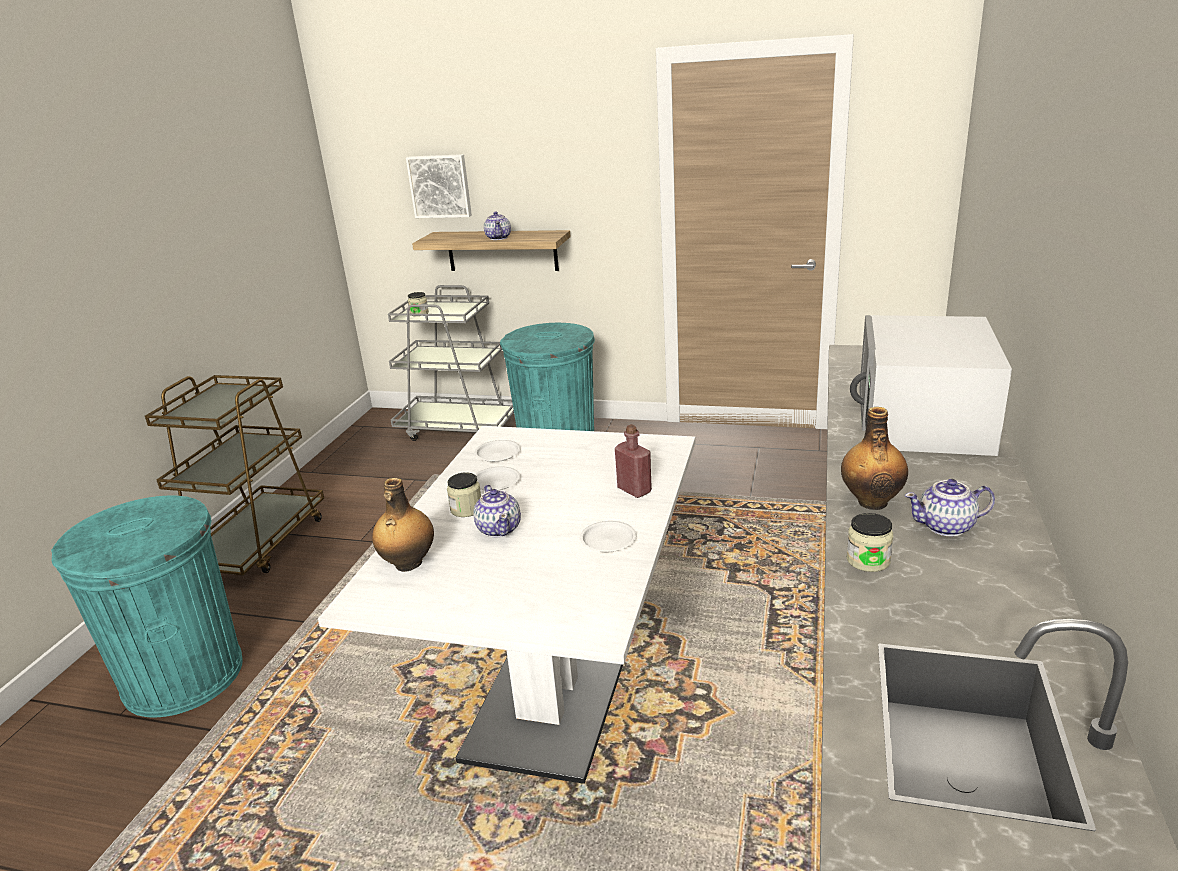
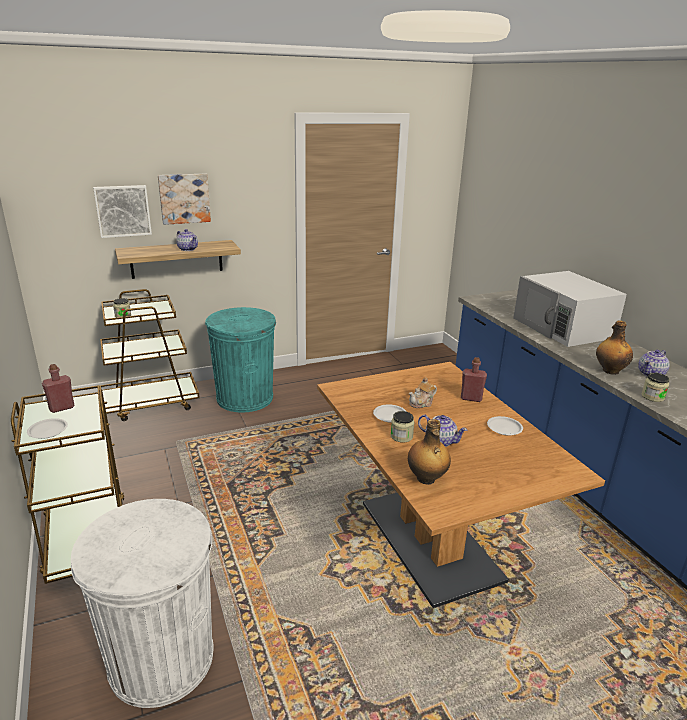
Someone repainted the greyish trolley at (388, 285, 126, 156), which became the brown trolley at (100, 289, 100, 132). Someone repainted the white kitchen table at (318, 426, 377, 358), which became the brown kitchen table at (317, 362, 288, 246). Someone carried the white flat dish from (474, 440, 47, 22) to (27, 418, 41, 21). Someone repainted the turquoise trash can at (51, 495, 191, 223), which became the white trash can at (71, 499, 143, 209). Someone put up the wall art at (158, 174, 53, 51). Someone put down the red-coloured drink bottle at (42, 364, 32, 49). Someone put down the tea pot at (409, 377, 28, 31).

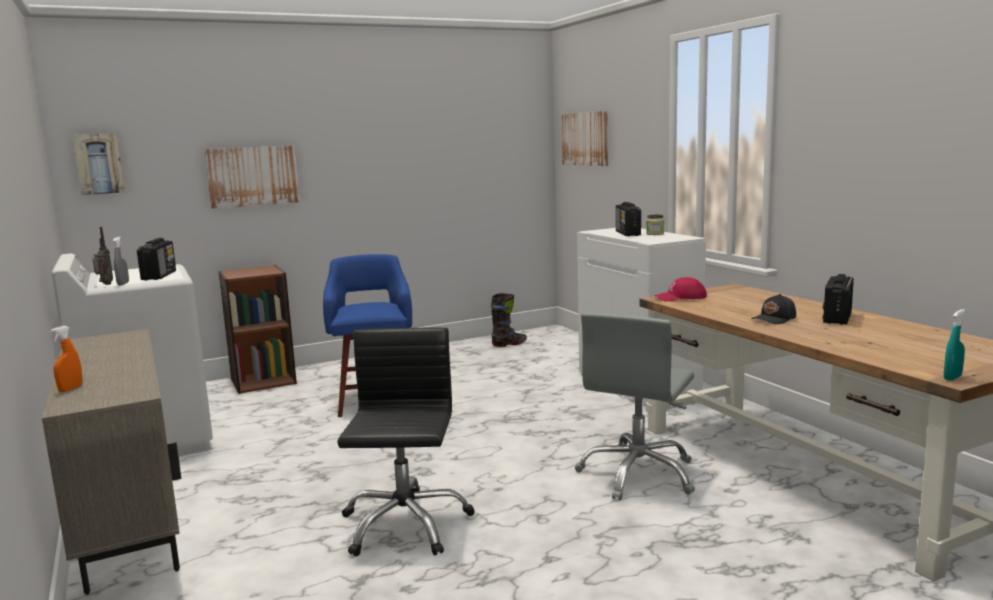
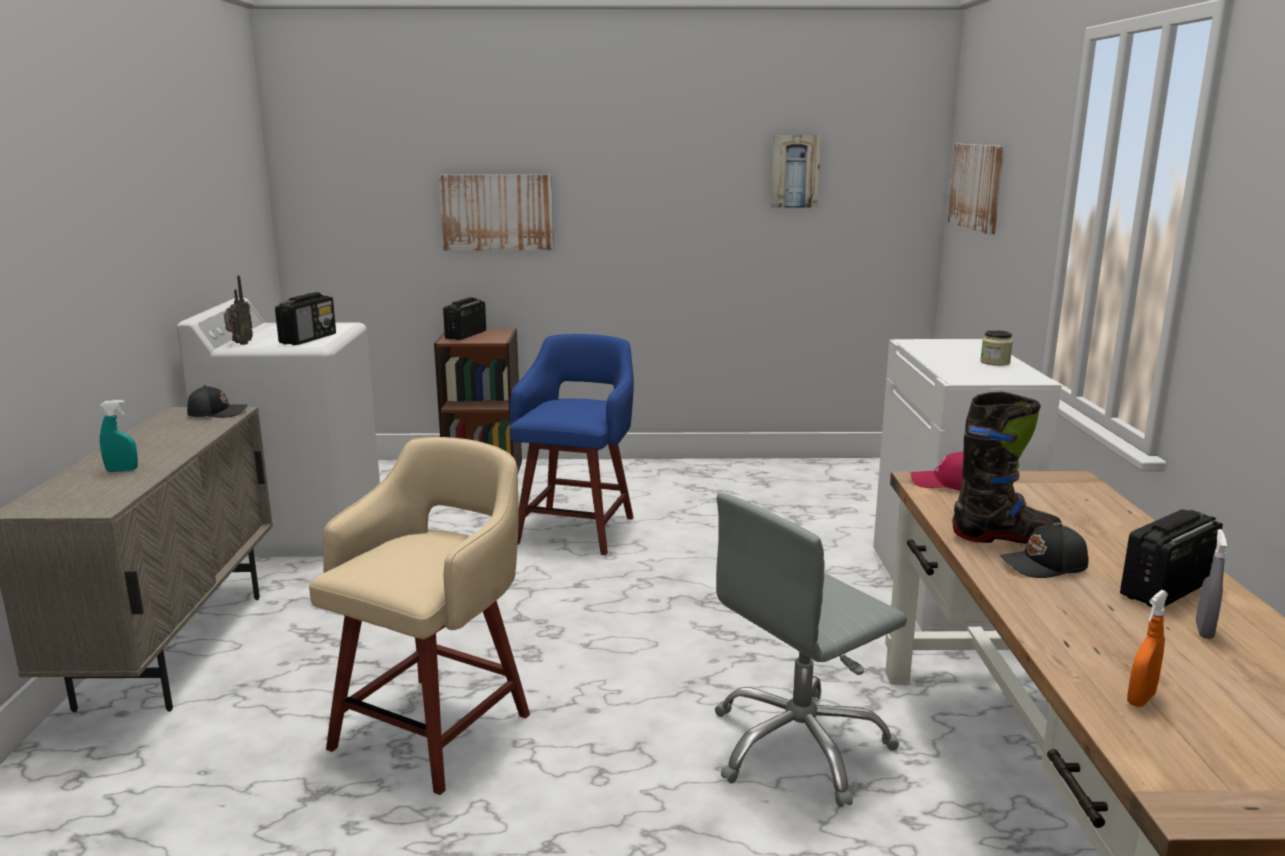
Someone carried the wall art from (72, 134, 53, 61) to (770, 135, 51, 73). Someone carried the radio from (616, 202, 25, 34) to (443, 297, 43, 43). Someone carried the greyish spray bottle from (113, 237, 16, 48) to (1196, 529, 31, 110). Someone carried the black-coloured high-top boot from (491, 293, 36, 54) to (952, 391, 110, 152). Someone carried the turquoise spray bottle from (944, 309, 21, 72) to (100, 400, 38, 72). Someone carried the orange-coloured spray bottle from (50, 326, 33, 66) to (1127, 590, 41, 117). Someone swapped the black-coloured office chair at (337, 328, 138, 228) for the sand-coloured stool seat at (309, 437, 221, 358). Someone put down the black-coloured baseball cap at (187, 385, 60, 33).

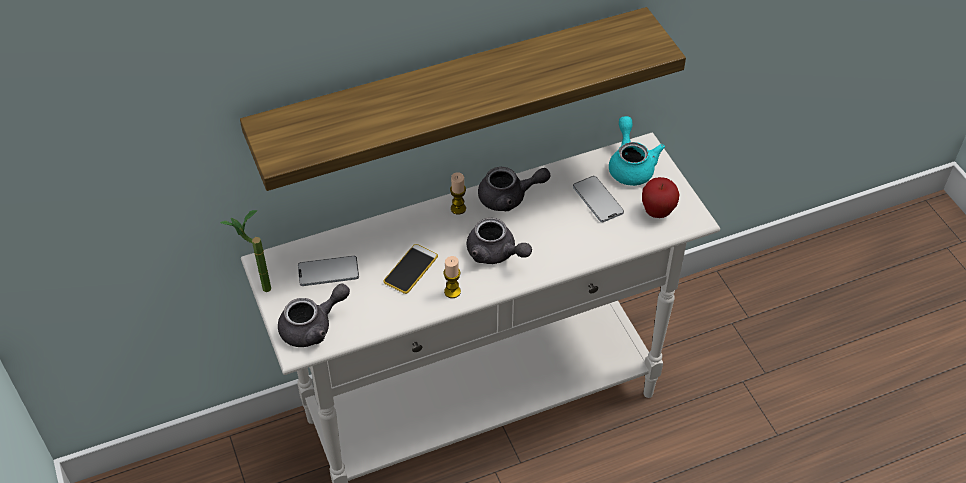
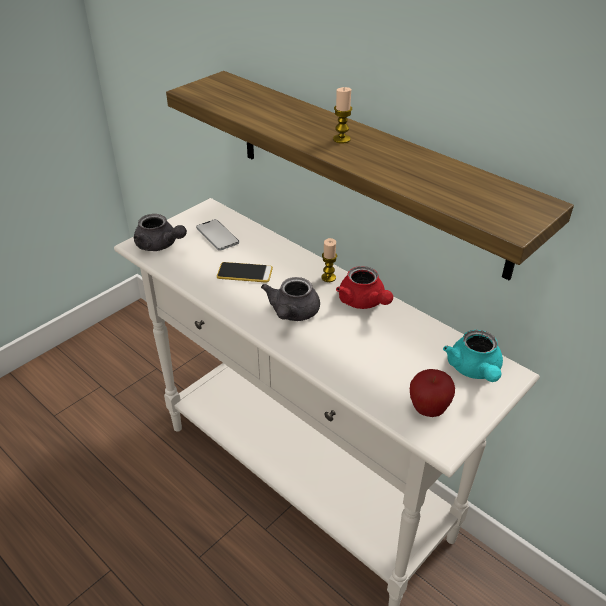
Someone rotated the turquoise tea pot at (609, 116, 56, 70) by 120 degrees clockwise. Someone repainted the greyish tea pot at (478, 167, 73, 44), which became the red-coloured tea pot at (336, 266, 57, 43). Someone took away the phone at (573, 176, 51, 46). Someone took away the potted plant at (220, 210, 51, 82). Someone carried the candle from (443, 256, 18, 42) to (333, 87, 19, 57).

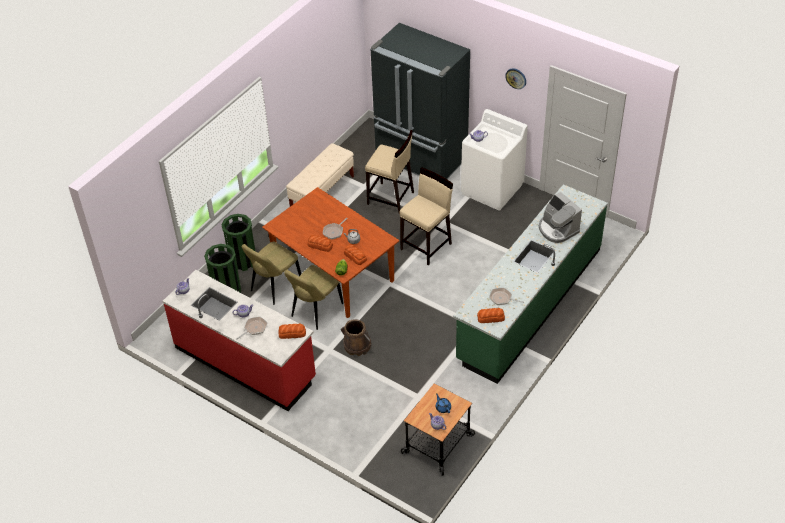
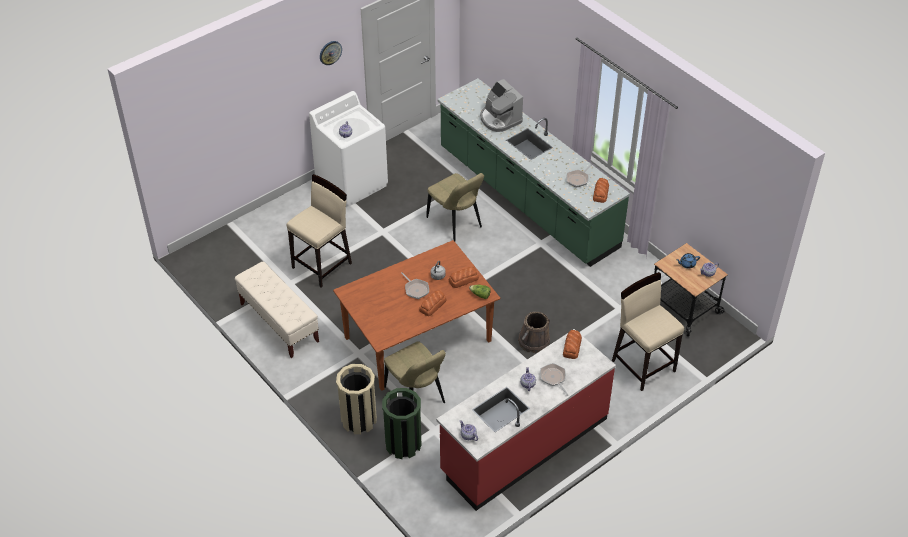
Someone took away the black-coloured refrigerator at (370, 23, 100, 156). Someone carried the sand-coloured stool seat from (399, 168, 54, 98) to (612, 272, 72, 119). Someone rotated the coffee machine at (539, 192, 43, 51) by 75 degrees clockwise. Someone repainted the greenish trash can at (222, 214, 33, 57), which became the sand-coloured trash can at (336, 364, 41, 70). Someone carried the sand-coloured chair from (284, 265, 59, 65) to (426, 173, 58, 68).

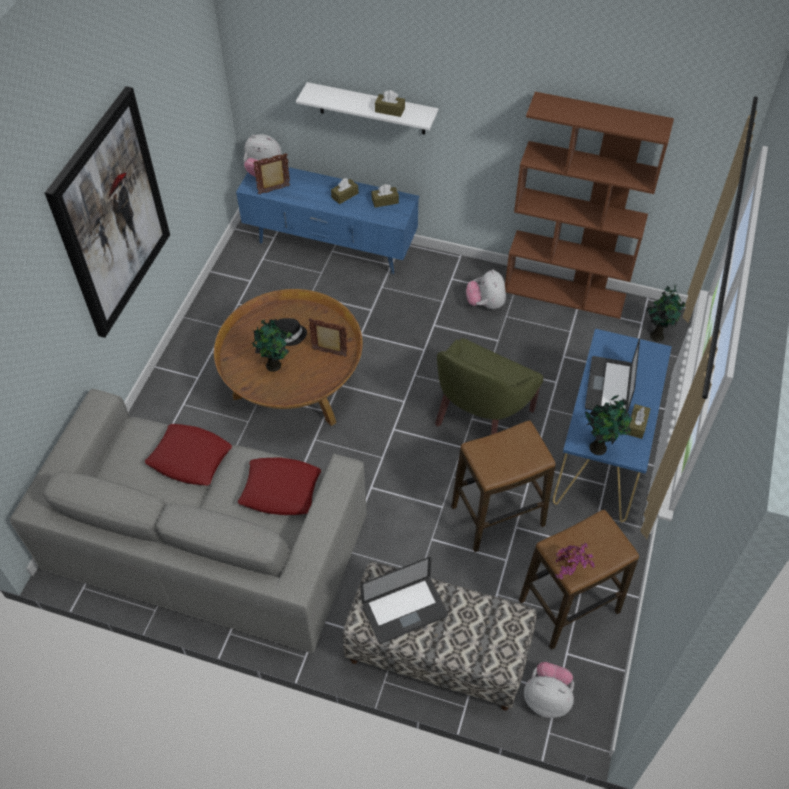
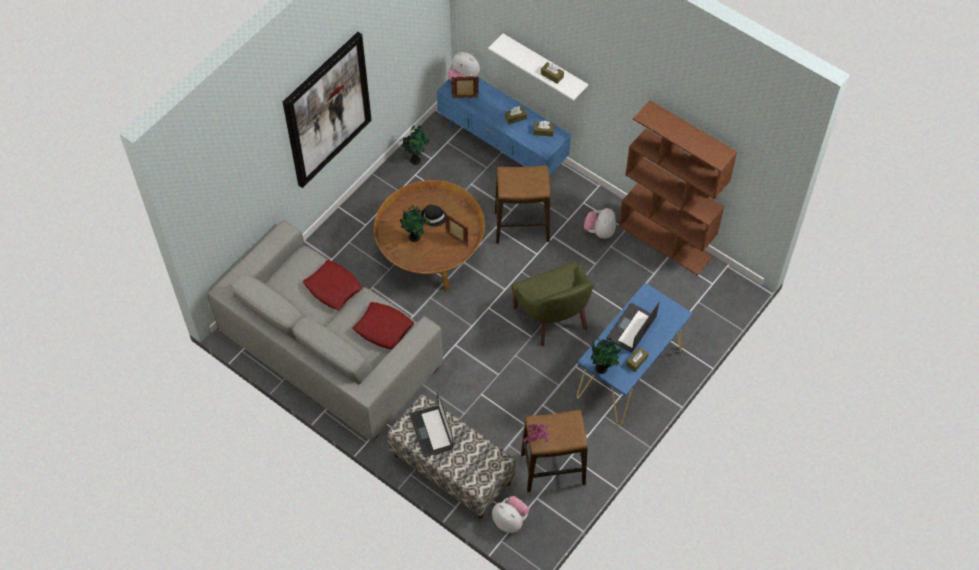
Someone carried the potted plant from (646, 285, 40, 57) to (401, 125, 29, 40). Someone rotated the greenish easy chair at (435, 338, 108, 97) by 75 degrees counterclockwise. Someone carried the stool seat from (451, 420, 105, 132) to (495, 165, 55, 79). Someone rotated the portable computer at (360, 557, 88, 87) by 75 degrees clockwise.

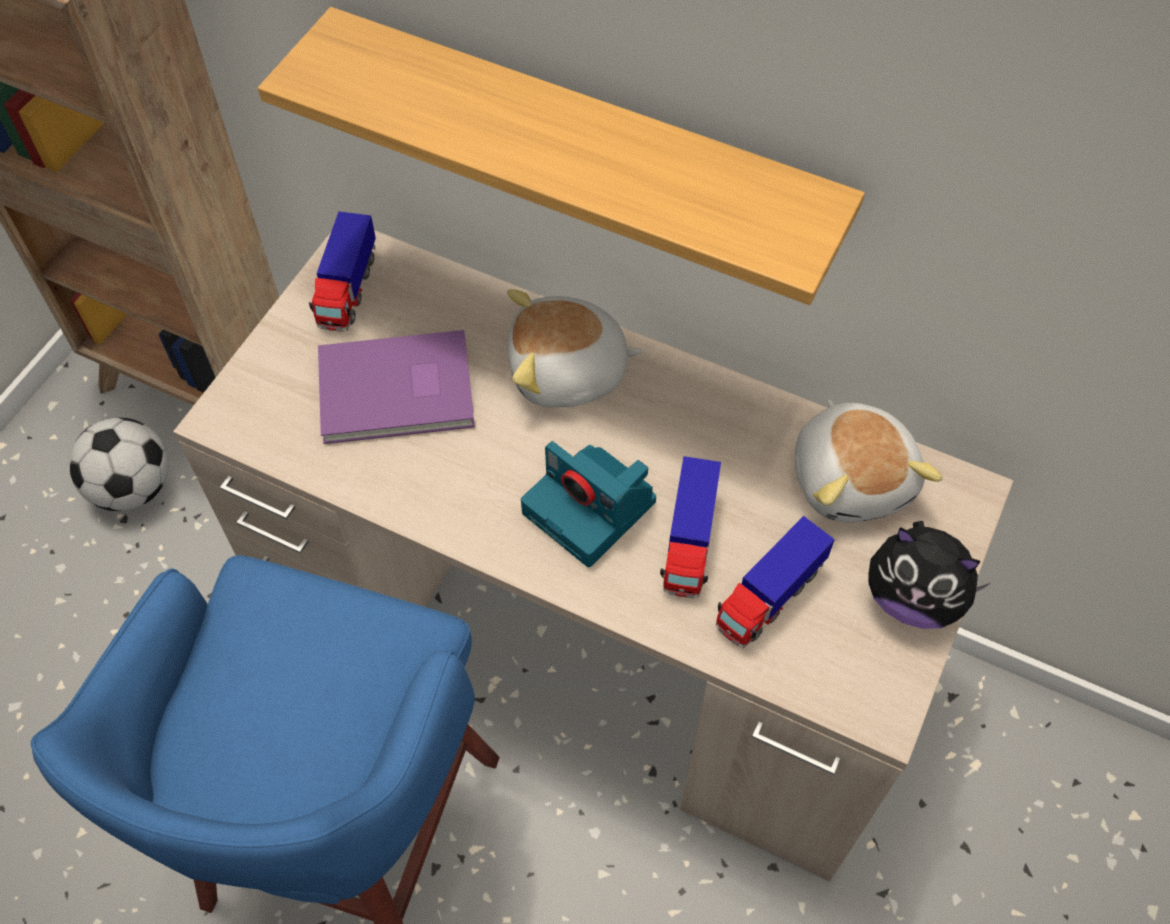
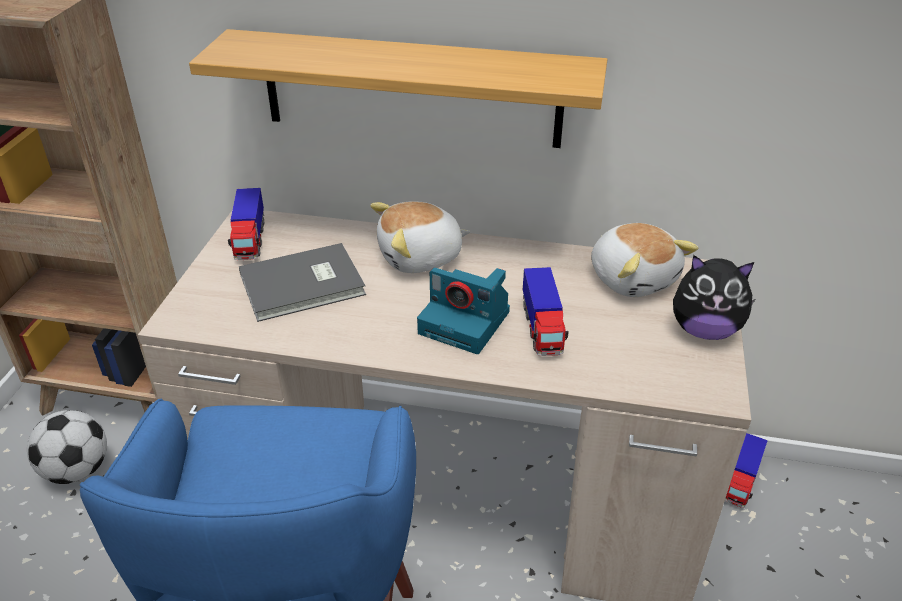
Someone repainted the purple-coloured volume at (318, 330, 157, 114), which became the greyish volume at (239, 243, 127, 79). Someone carried the toy truck from (716, 516, 119, 132) to (725, 433, 43, 75).

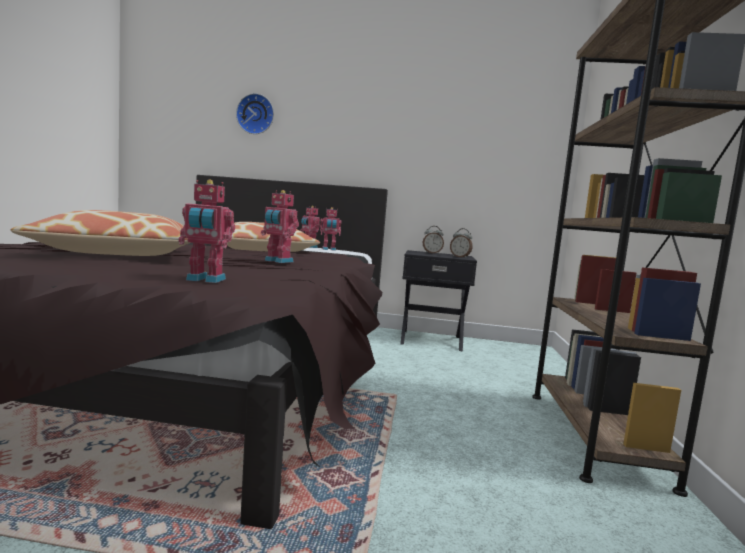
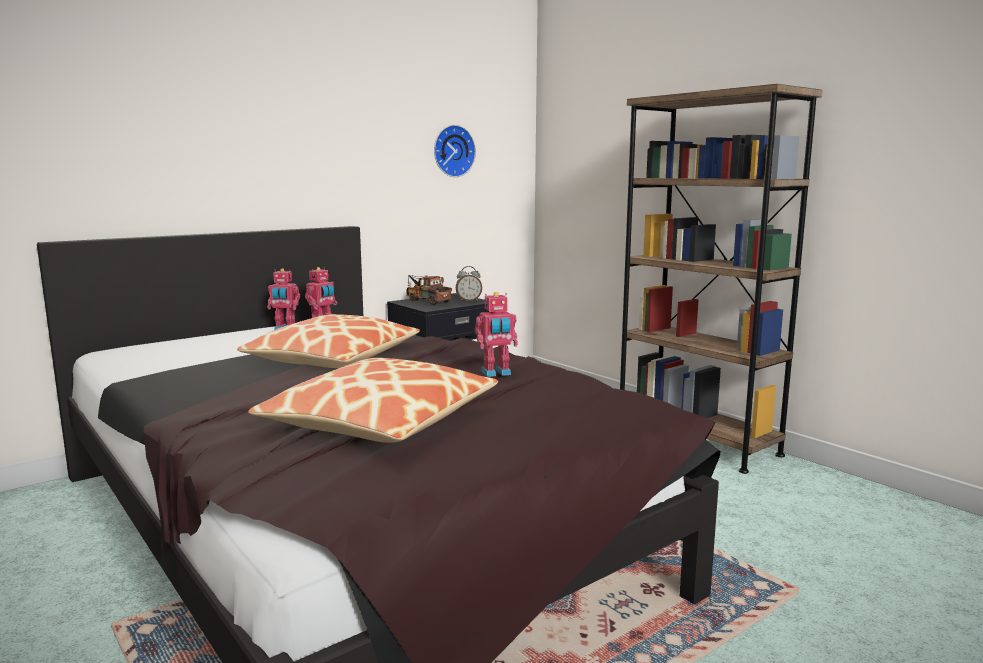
Someone carried the wall clock from (236, 93, 38, 41) to (434, 125, 42, 52). Someone took away the toy robot at (178, 179, 57, 104). Someone swapped the bedside clock at (423, 226, 21, 28) for the toy truck at (406, 275, 46, 30).

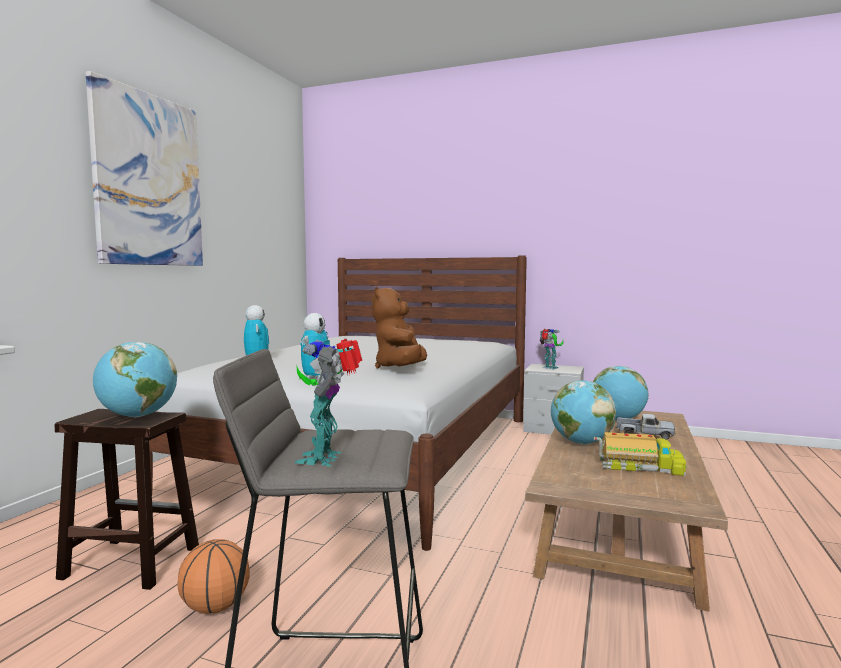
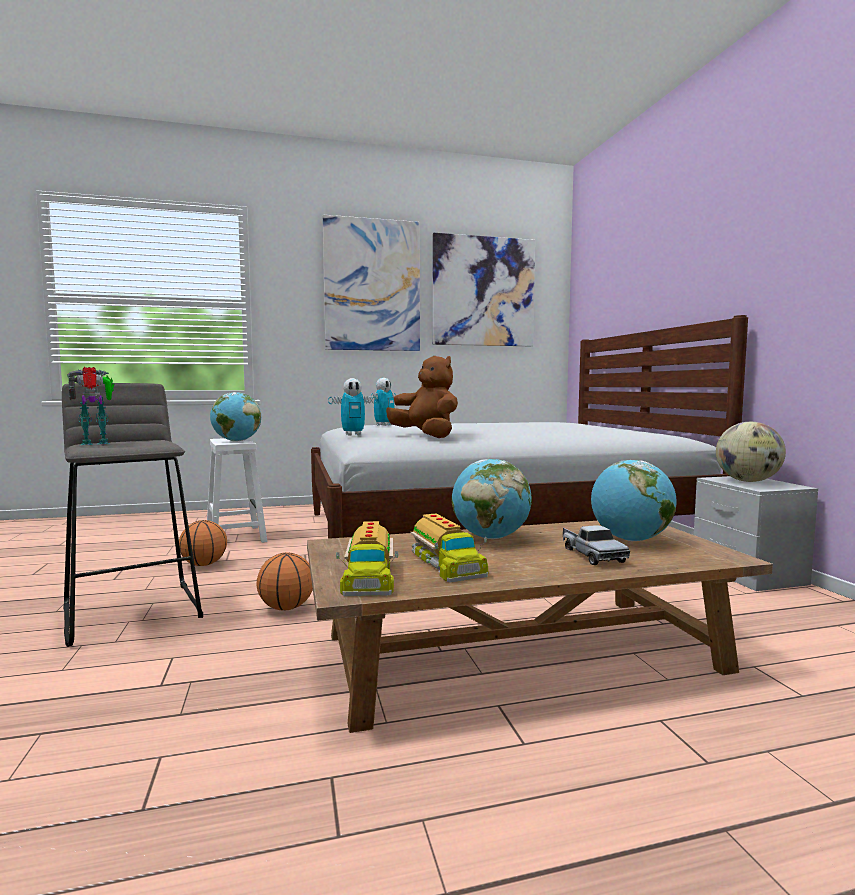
Someone rotated the brown soft toy at (372, 287, 55, 81) by 75 degrees clockwise. Someone swapped the toy robot at (540, 329, 24, 40) for the world globe at (716, 422, 70, 60). Someone repainted the brown stool seat at (55, 409, 144, 181), which became the white stool seat at (207, 438, 60, 105). Someone put up the wall art at (433, 233, 102, 113). Someone put down the toy truck at (336, 521, 63, 75). Someone put down the ball for basketball at (256, 553, 57, 58).

